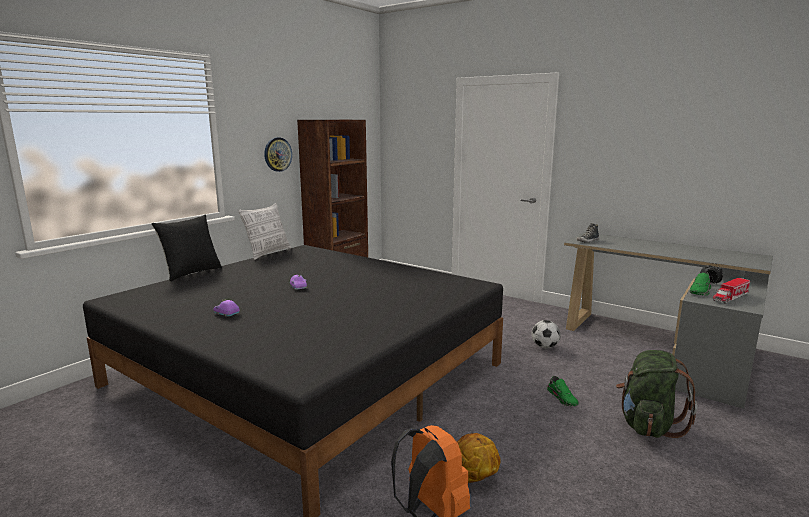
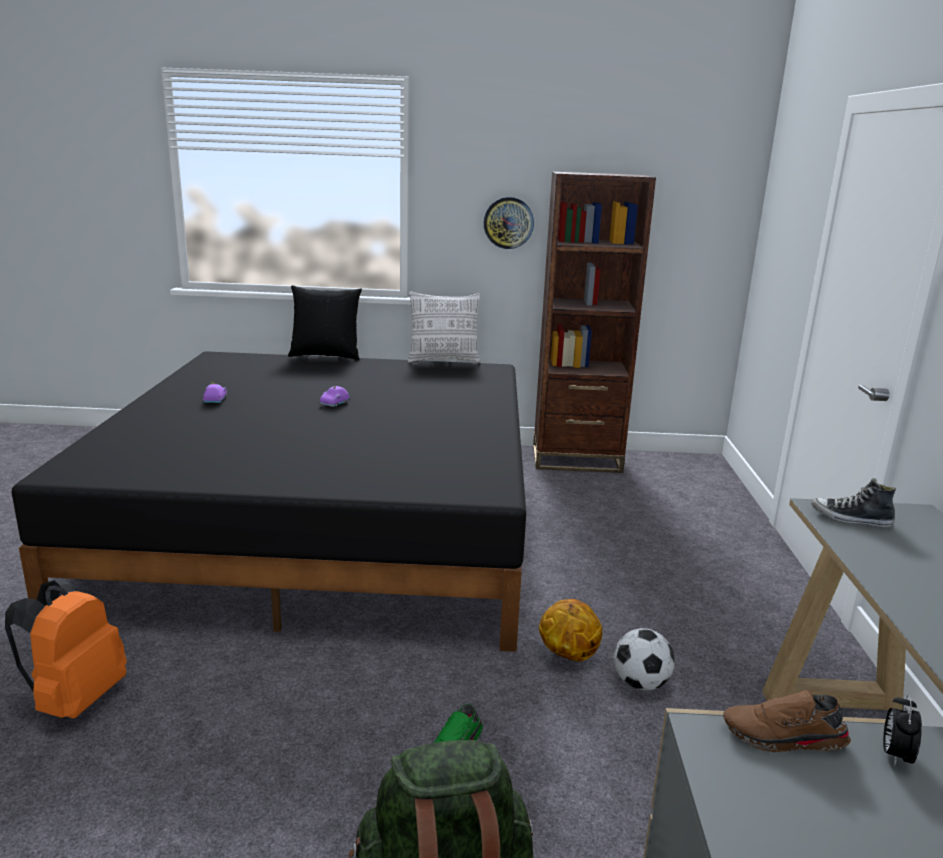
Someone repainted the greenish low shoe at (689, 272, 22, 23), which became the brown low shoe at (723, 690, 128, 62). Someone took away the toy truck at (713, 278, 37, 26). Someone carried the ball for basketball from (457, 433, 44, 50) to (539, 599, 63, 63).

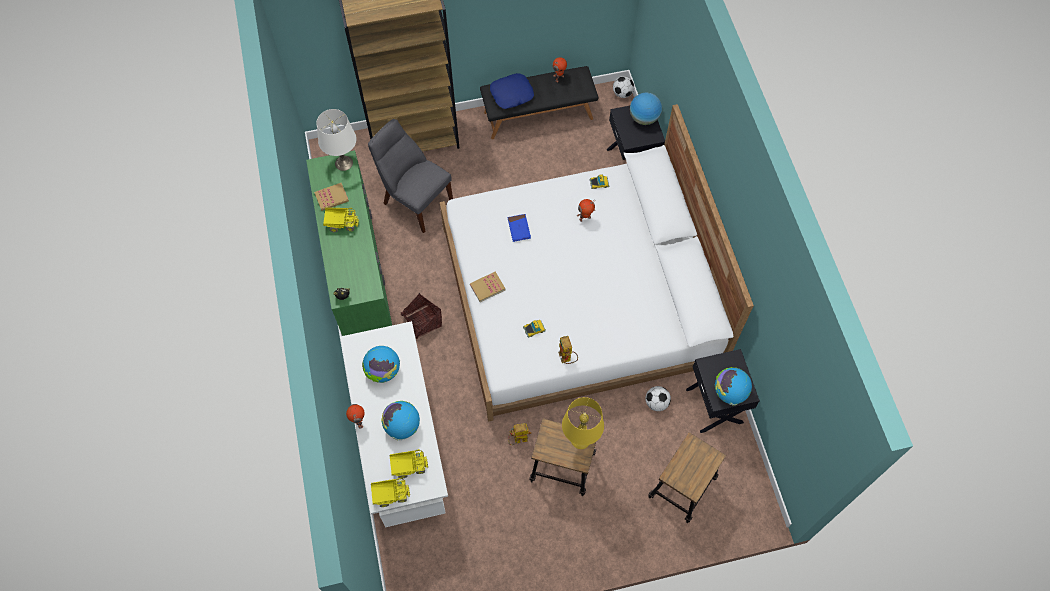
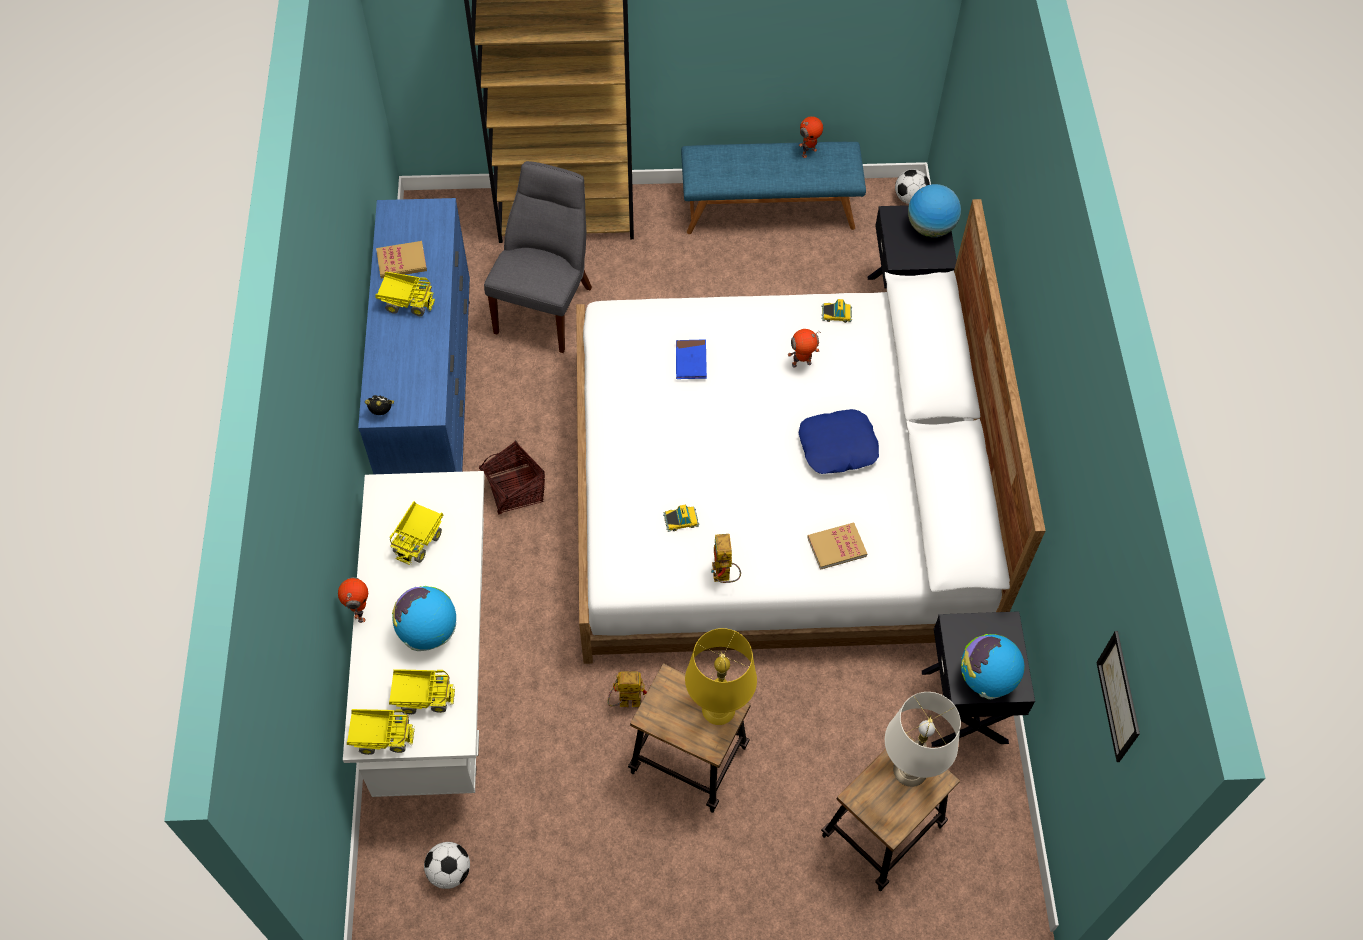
Someone repainted the black-coloured long seat at (480, 66, 118, 73), which became the blue-coloured long seat at (681, 142, 185, 92). Someone carried the blue-coloured throw pillow from (490, 73, 44, 36) to (799, 409, 80, 65). Someone carried the white lamp for a table from (316, 109, 41, 62) to (885, 692, 76, 95). Someone rotated the greyish chair at (368, 119, 85, 114) by 60 degrees clockwise. Someone repainted the greenish drawer chest at (306, 150, 86, 186), which became the blue-coloured drawer chest at (358, 198, 112, 276). Someone carried the volume from (470, 272, 36, 30) to (807, 522, 60, 48). Someone swapped the world globe at (362, 346, 38, 37) for the toy truck at (390, 501, 53, 64). Someone carried the ball for football from (646, 386, 25, 25) to (424, 842, 46, 47). Someone put up the wall art at (1096, 631, 44, 131).

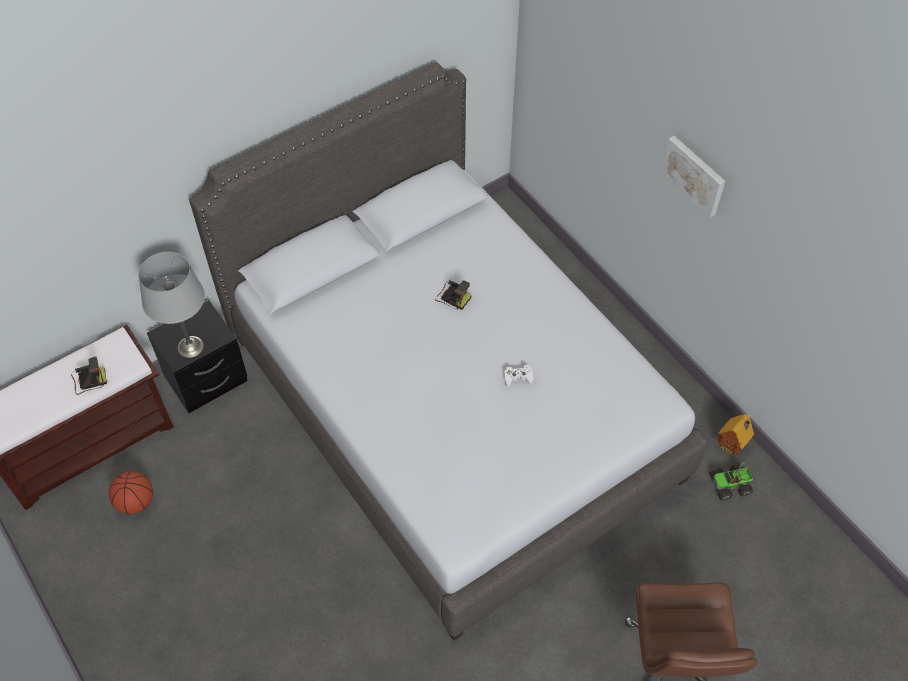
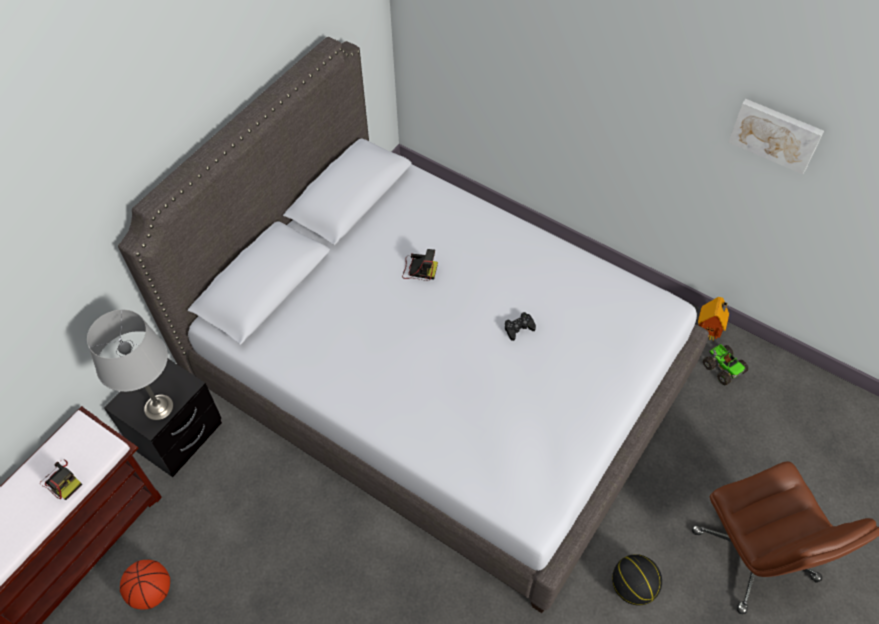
Someone carried the wall art from (661, 136, 64, 82) to (728, 99, 96, 75). Someone rotated the photo camera at (71, 357, 36, 38) by 75 degrees clockwise. Someone repainted the white game controller at (504, 365, 29, 22), which became the black-coloured game controller at (505, 312, 31, 29). Someone rotated the toy truck at (709, 462, 44, 39) by 90 degrees counterclockwise. Someone put down the ball for basketball at (612, 554, 50, 51).

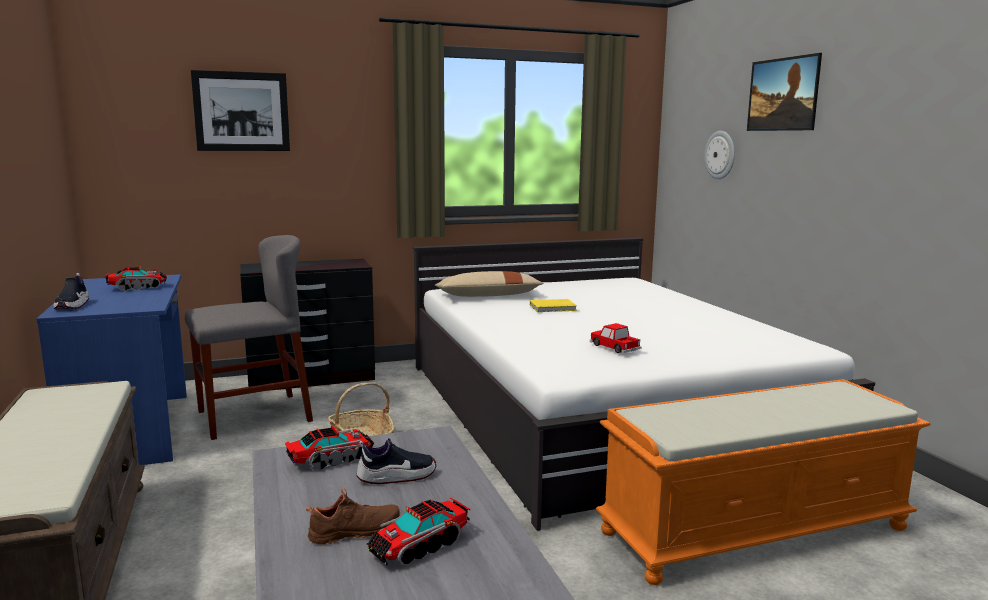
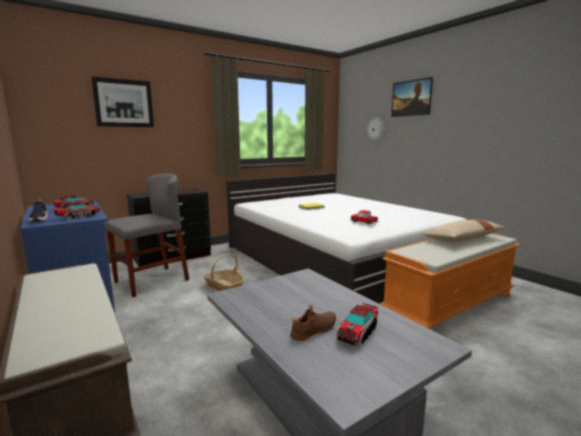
Someone carried the sand-coloured throw pillow from (435, 271, 109, 26) to (422, 220, 83, 22). Someone carried the toy truck from (285, 425, 89, 46) to (53, 202, 47, 18). Someone took away the low shoe at (356, 438, 80, 46).

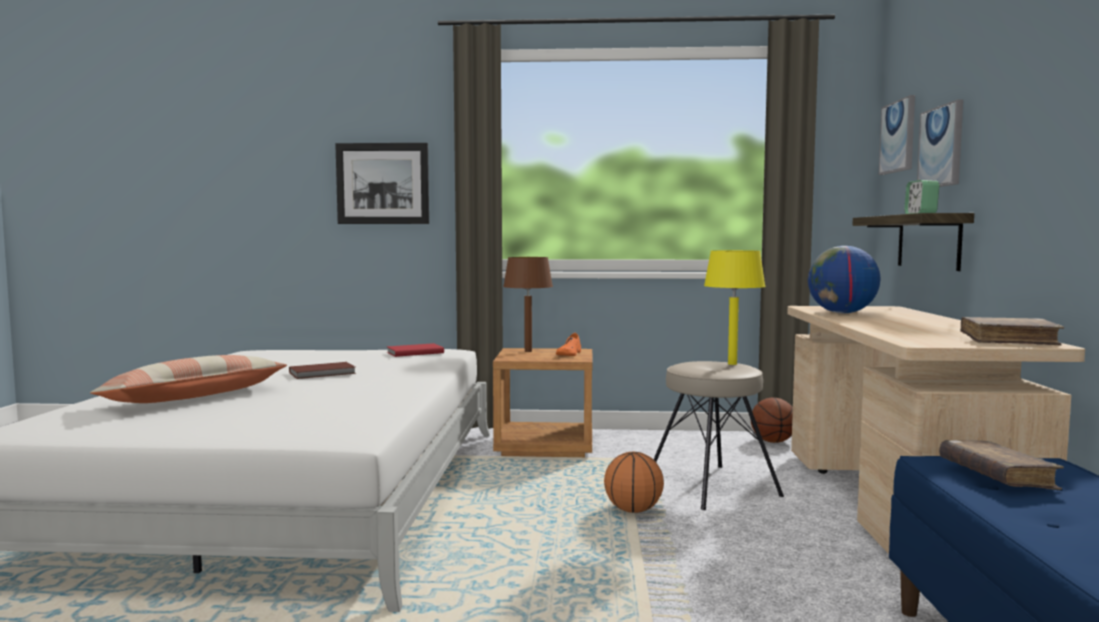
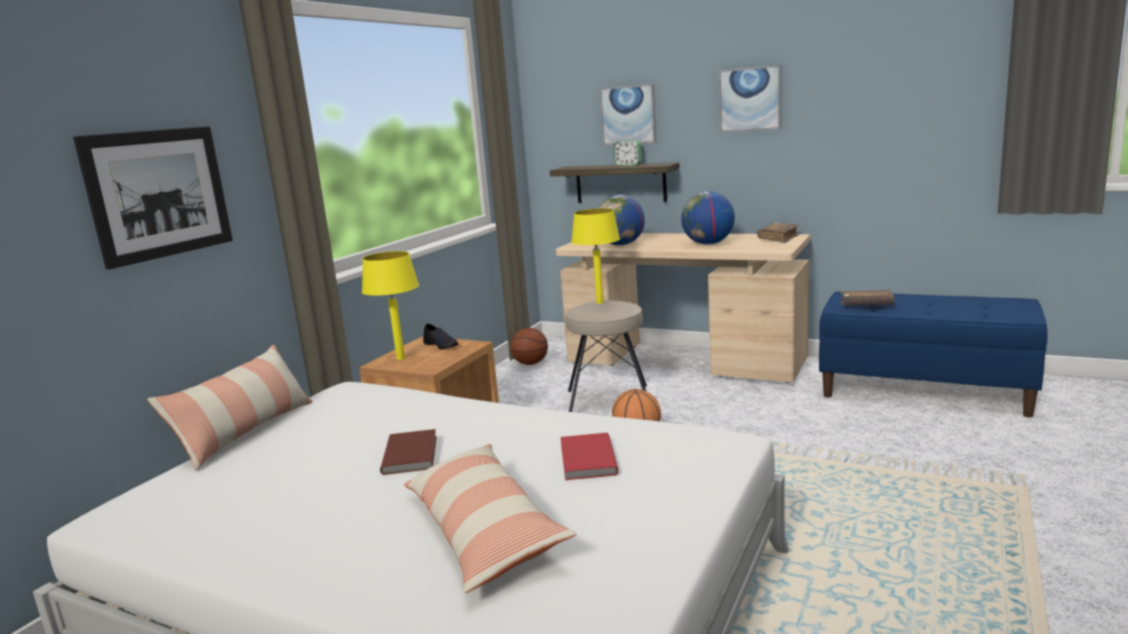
Someone carried the wall art from (879, 95, 36, 80) to (719, 65, 62, 68). Someone repainted the brown lamp for a table at (503, 257, 50, 95), which became the yellow lamp for a table at (362, 251, 57, 109). Someone repainted the orange-coloured low shoe at (556, 333, 25, 23), which became the black-coloured low shoe at (423, 323, 35, 27). Someone carried the red-coloured volume from (387, 343, 57, 14) to (560, 433, 59, 47). Someone put down the world globe at (681, 191, 54, 54). Someone put down the throw pillow at (147, 344, 165, 127).

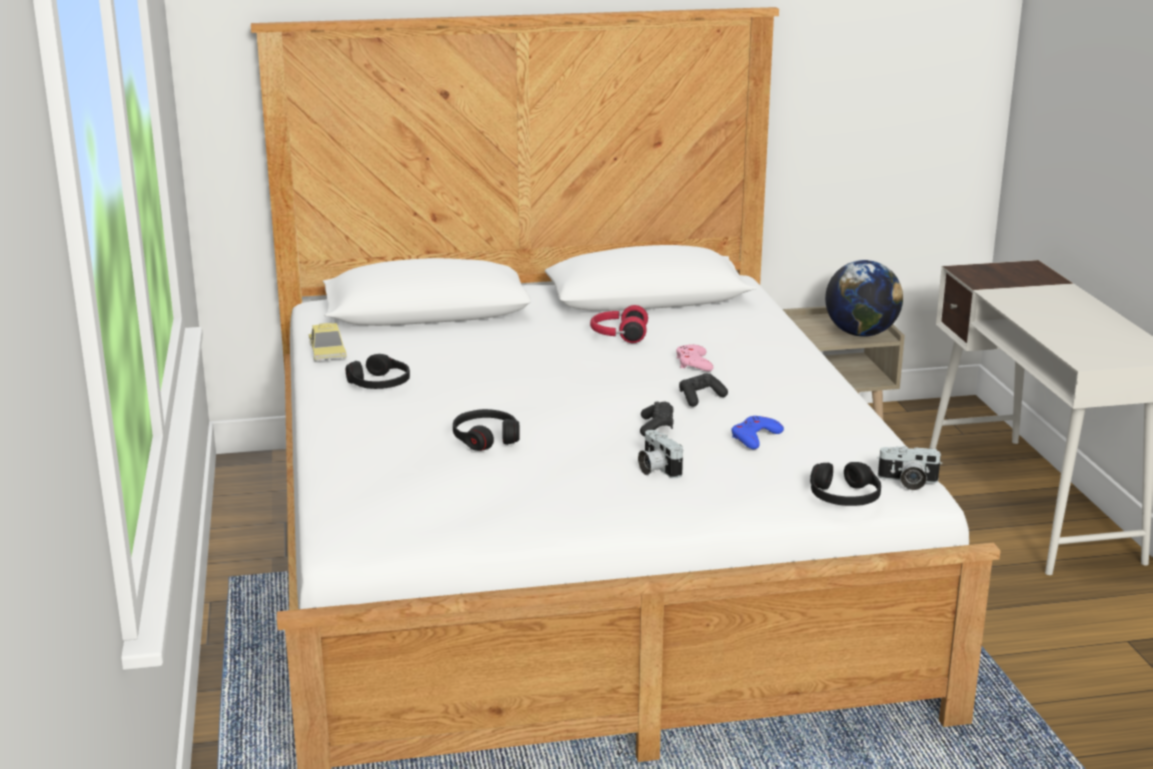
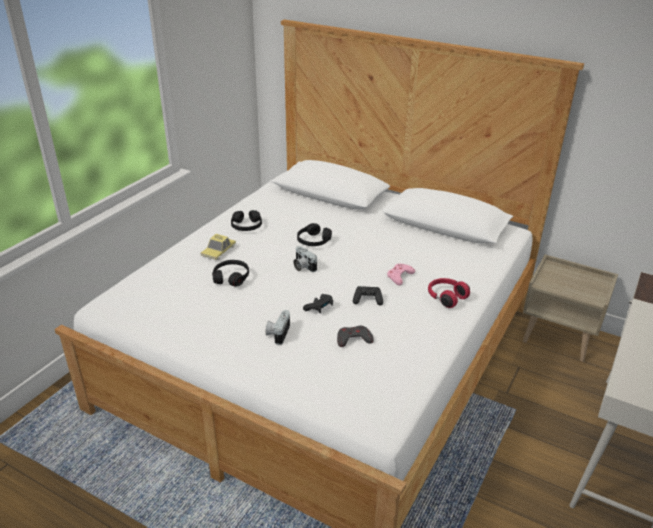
Someone took away the world globe at (825, 260, 78, 77). Someone carried the red-coloured pair of headphones from (590, 305, 58, 38) to (428, 278, 42, 30). Someone carried the toy car from (309, 323, 38, 38) to (200, 234, 36, 26). Someone repainted the blue-coloured game controller at (731, 416, 53, 33), which became the greyish game controller at (337, 326, 37, 21). Someone carried the photo camera from (877, 446, 65, 44) to (293, 246, 24, 26). Someone carried the black-coloured pair of headphones from (810, 462, 71, 44) to (297, 223, 35, 23).

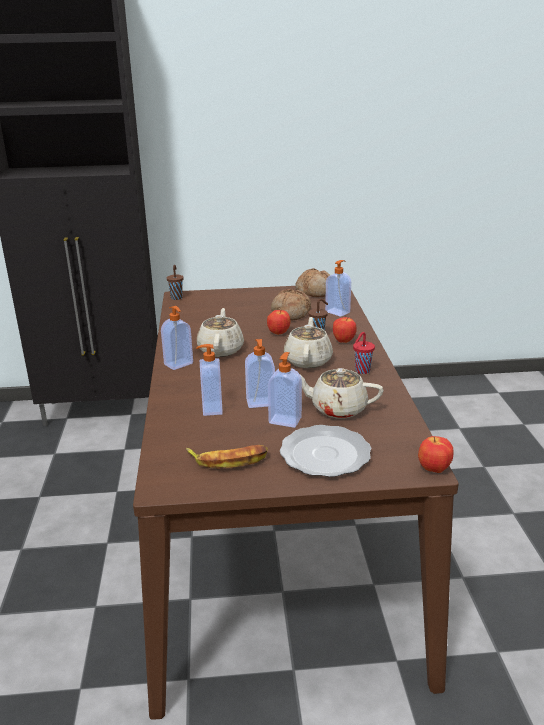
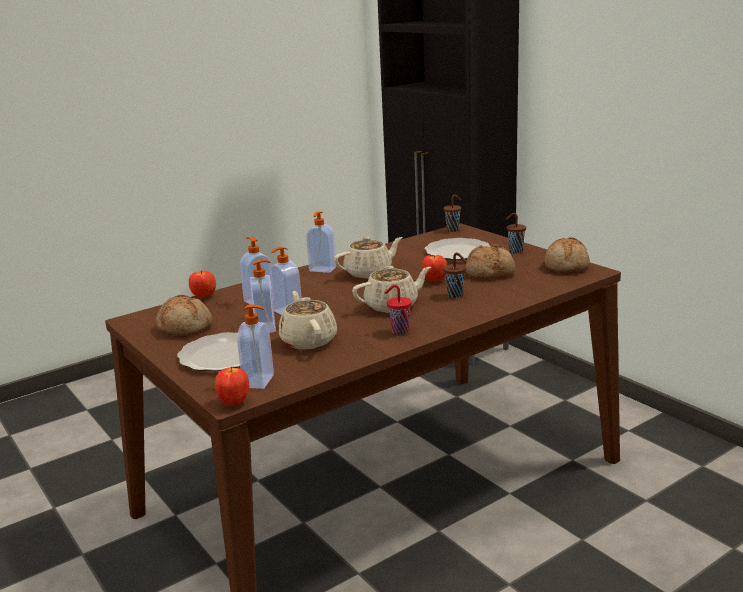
Someone carried the soap bottle from (325, 260, 26, 57) to (237, 304, 37, 85). Someone carried the apple fruit from (333, 317, 24, 26) to (189, 271, 27, 27). Someone swapped the banana fruit at (186, 445, 82, 24) for the bakery bread at (156, 295, 56, 42). Someone put down the brown drinking cup at (506, 213, 20, 40). Someone put down the flat dish at (425, 238, 65, 23).

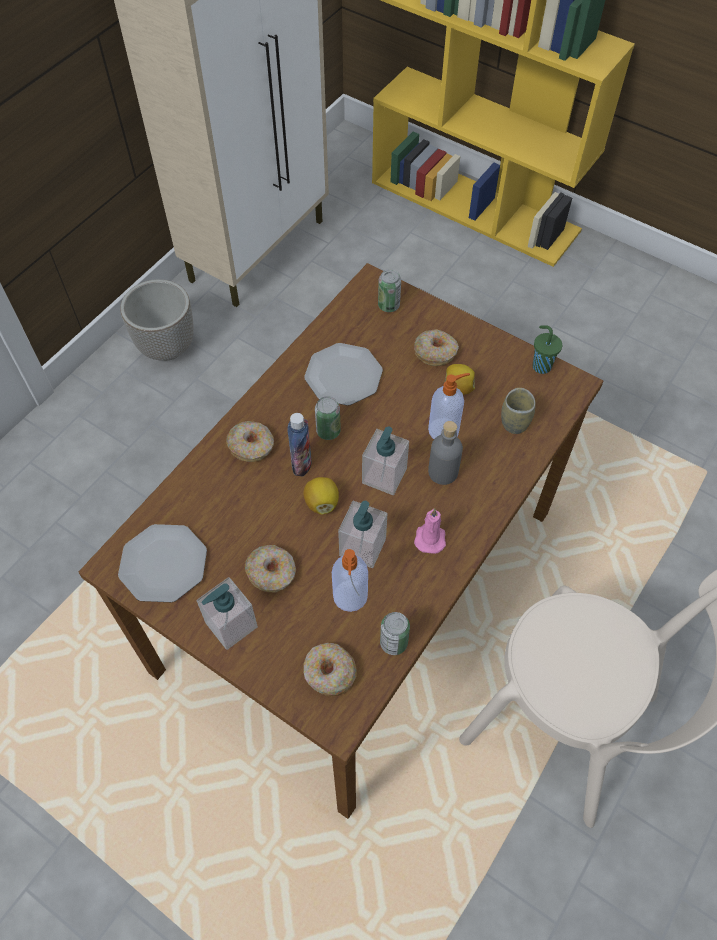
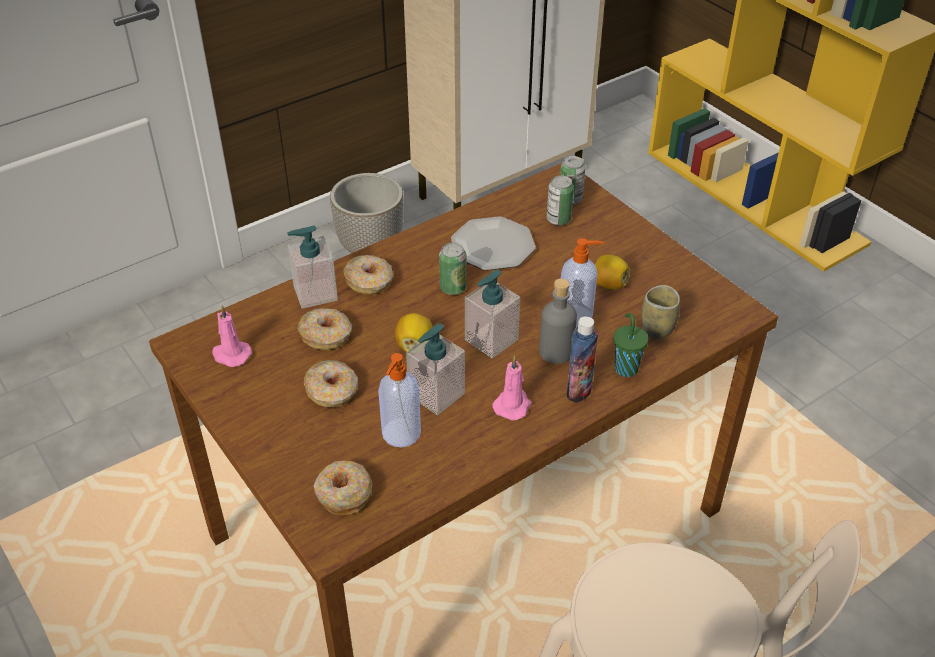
Someone carried the greenish drinking cup from (533, 325, 29, 49) to (614, 313, 34, 64). Someone carried the donut from (414, 329, 45, 37) to (298, 308, 54, 42). Someone carried the drink bottle from (288, 413, 23, 63) to (567, 316, 31, 87). Someone swapped the flat dish at (118, 524, 89, 78) for the pinkish candle at (212, 305, 40, 62). Someone carried the soap bottle from (197, 577, 61, 73) to (287, 226, 51, 83). Someone carried the sealed can from (380, 612, 30, 43) to (547, 176, 27, 49).

